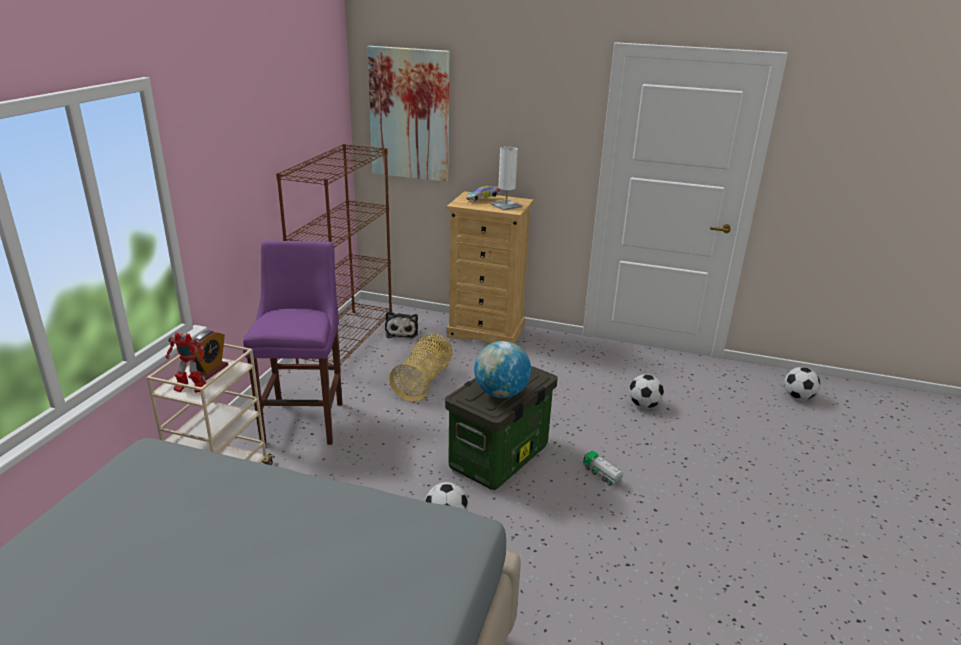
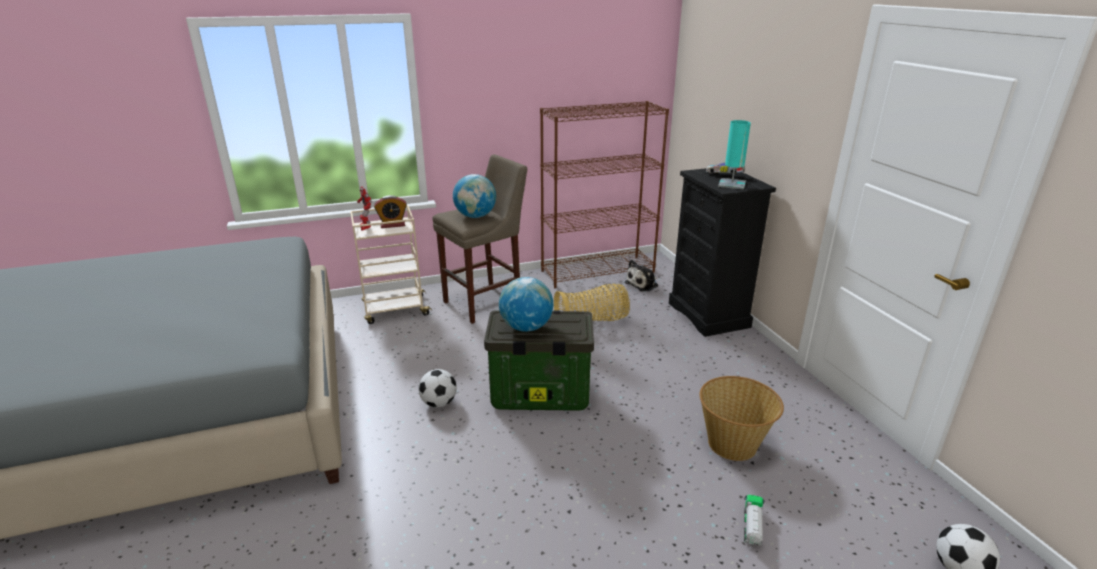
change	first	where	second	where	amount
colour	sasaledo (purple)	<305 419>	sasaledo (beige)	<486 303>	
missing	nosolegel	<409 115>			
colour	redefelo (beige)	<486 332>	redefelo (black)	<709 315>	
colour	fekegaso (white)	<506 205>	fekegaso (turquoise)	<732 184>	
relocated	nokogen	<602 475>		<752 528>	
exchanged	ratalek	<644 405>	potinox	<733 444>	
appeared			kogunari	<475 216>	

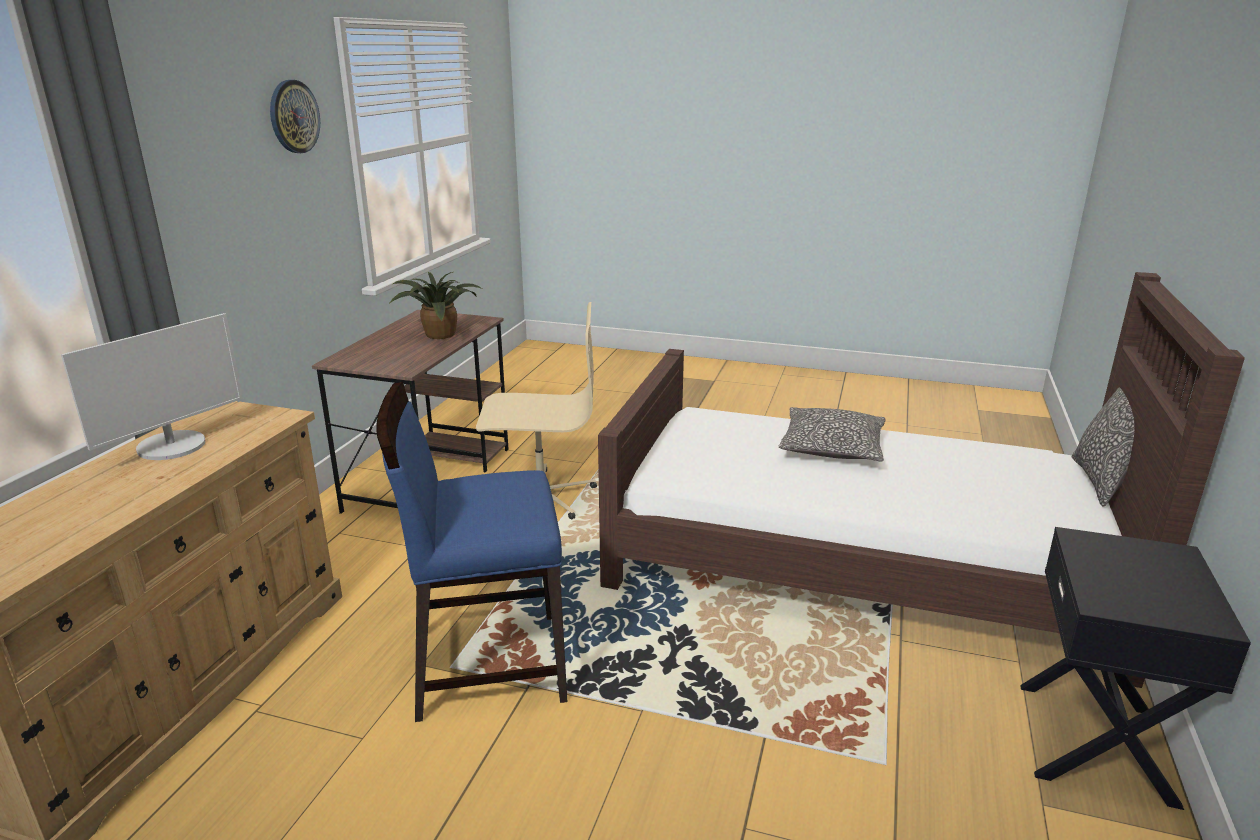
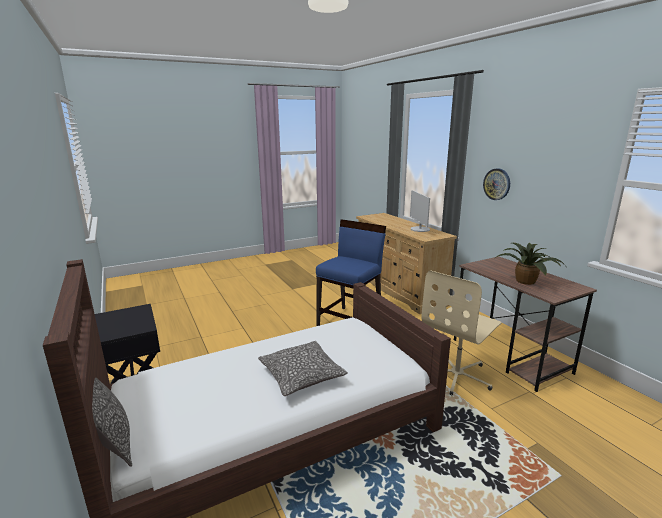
change	first	where	second	where	amount
relocated	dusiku	<293 116>		<497 184>	

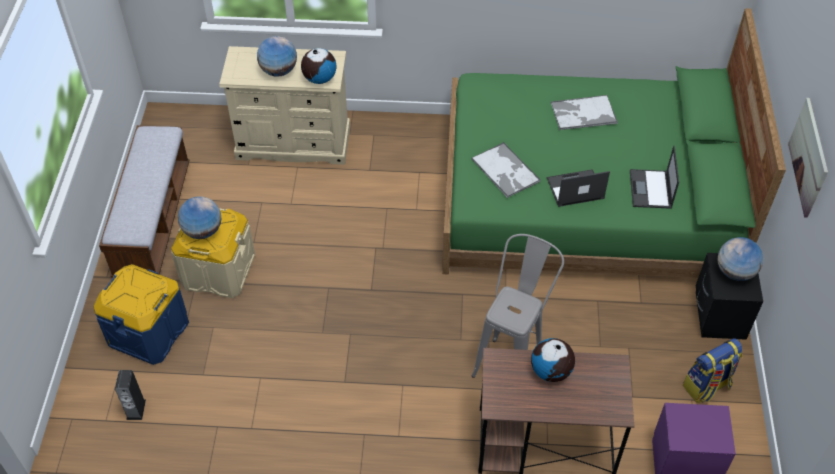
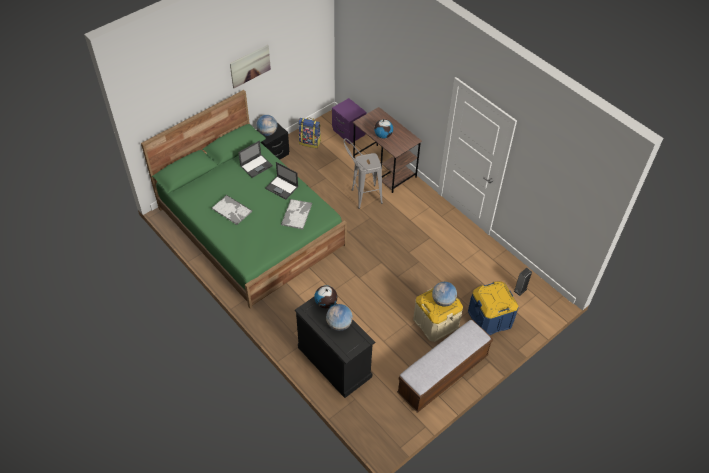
change	first	where	second	where	amount
colour	redefelo (beige)	<293 143>	redefelo (black)	<334 362>	

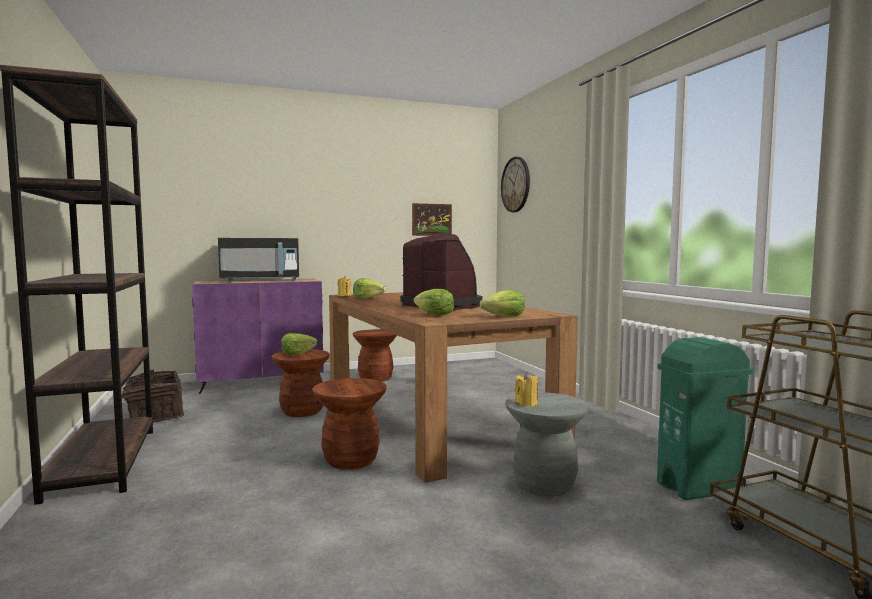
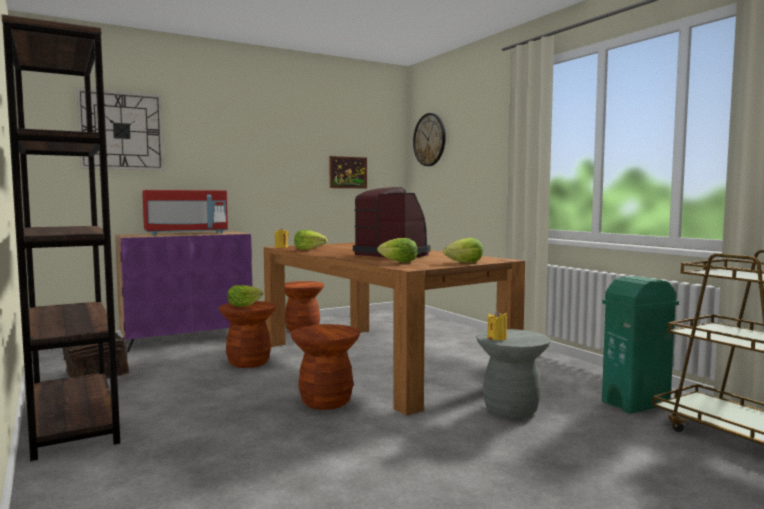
change	first	where	second	where	amount
colour	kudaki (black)	<261 280>	kudaki (red)	<186 233>	
appeared			dusiku	<121 131>	

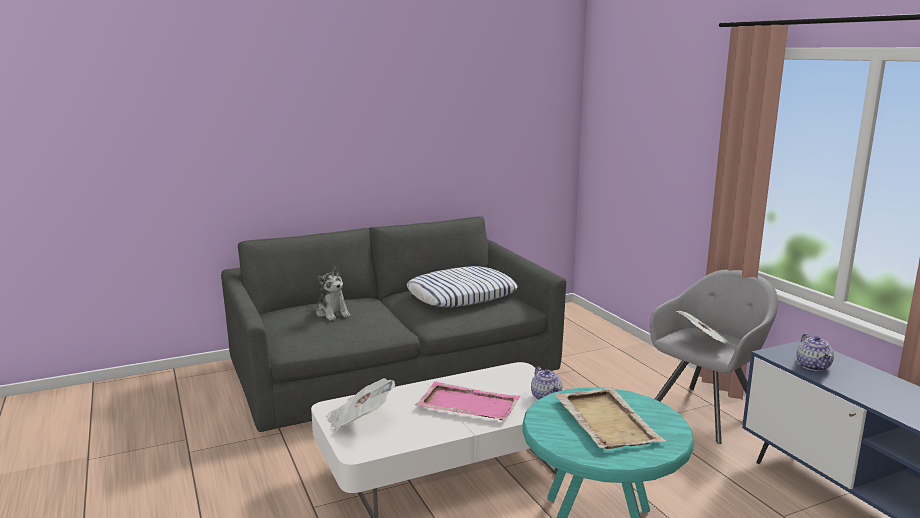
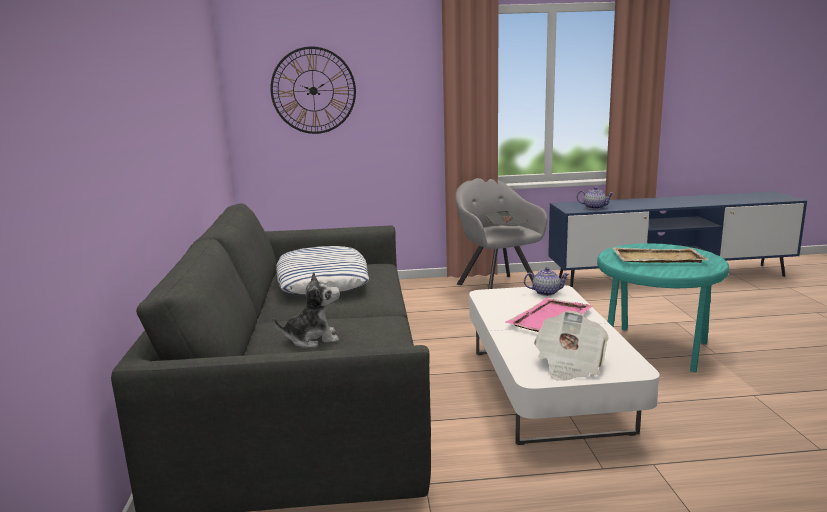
change	first	where	second	where	amount
appeared			dusiku	<313 90>	

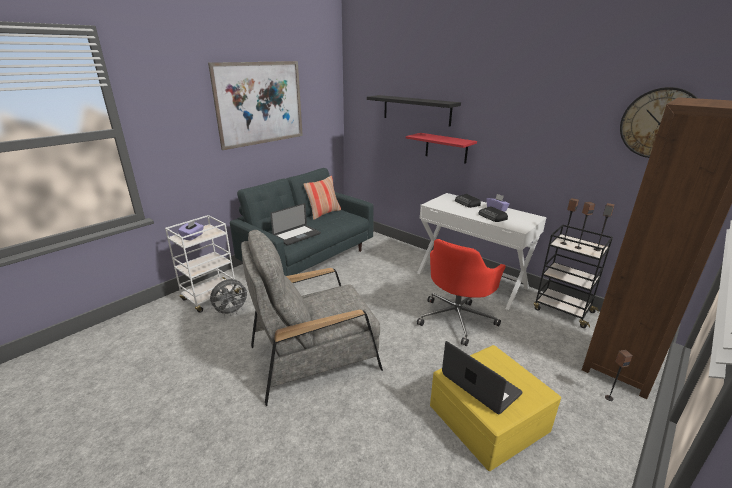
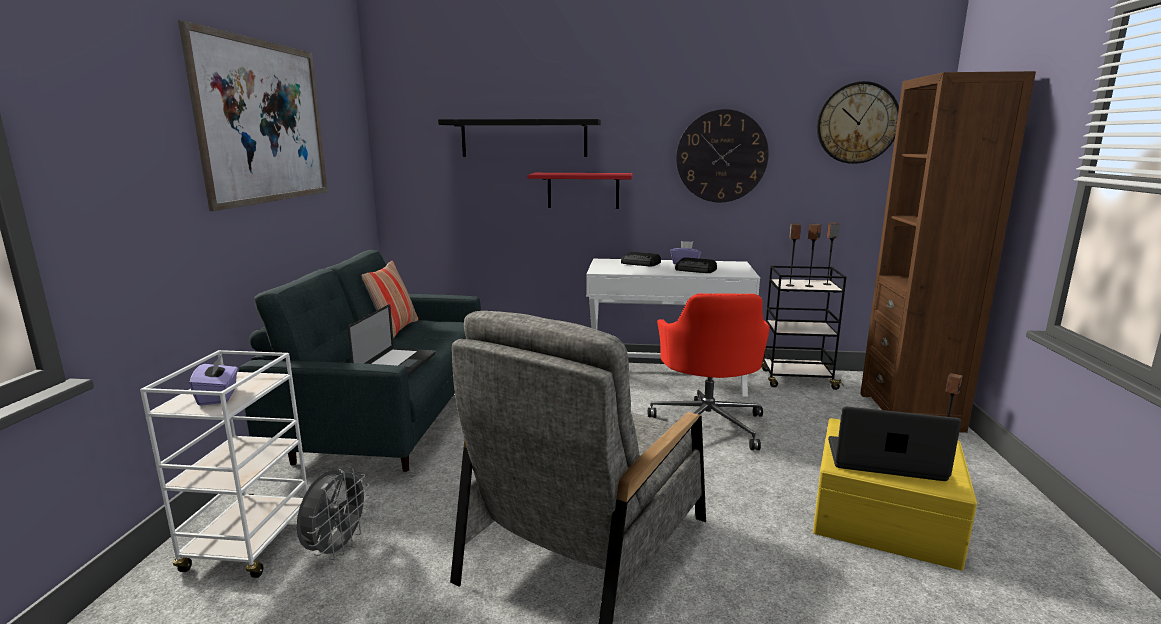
change	first	where	second	where	amount
appeared			dusiku	<721 156>	

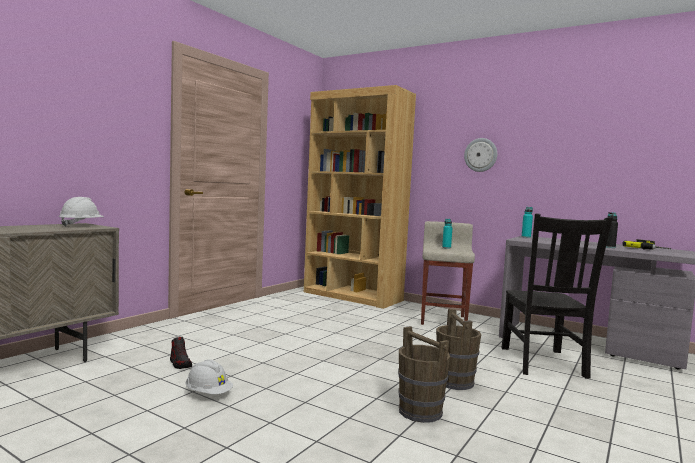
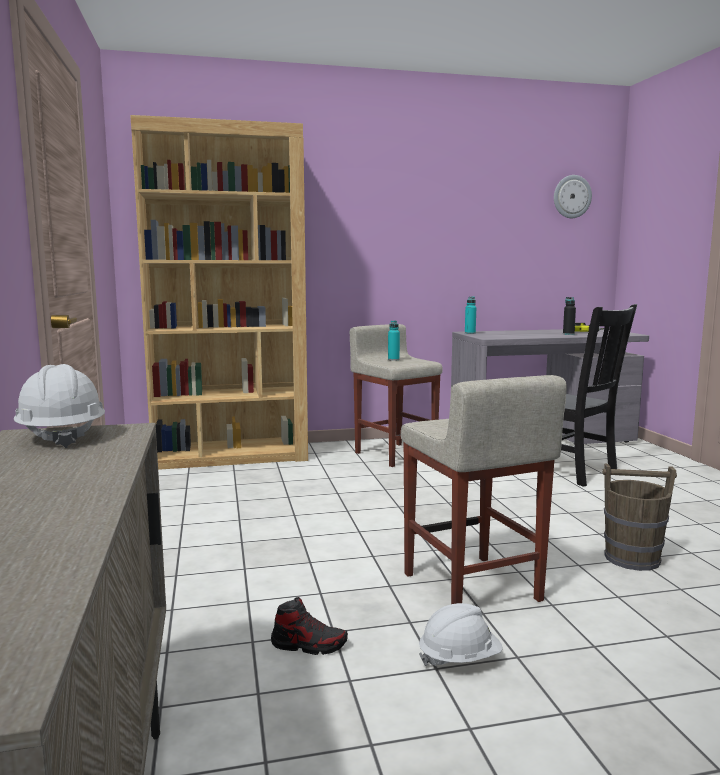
change	first	where	second	where	amount
missing	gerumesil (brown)	<454 382>			
relocated	dusiku	<480 155>		<572 196>	
appeared			sasaledo (beige)	<472 587>	

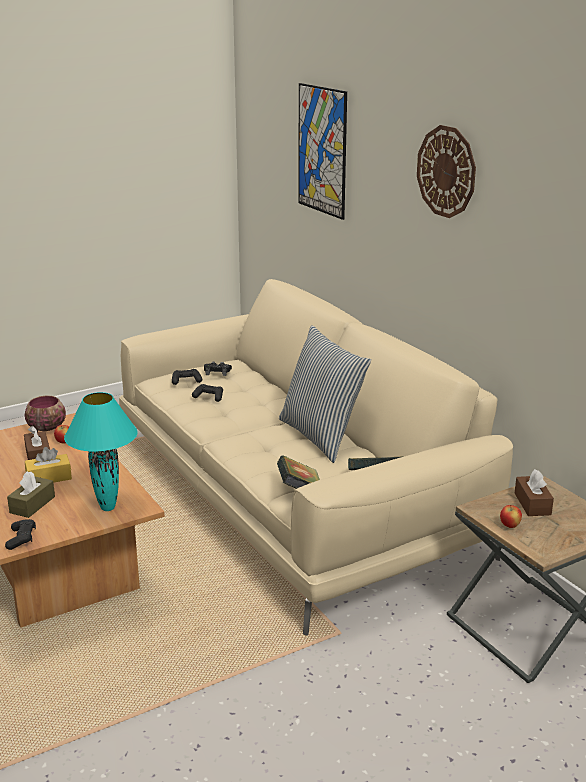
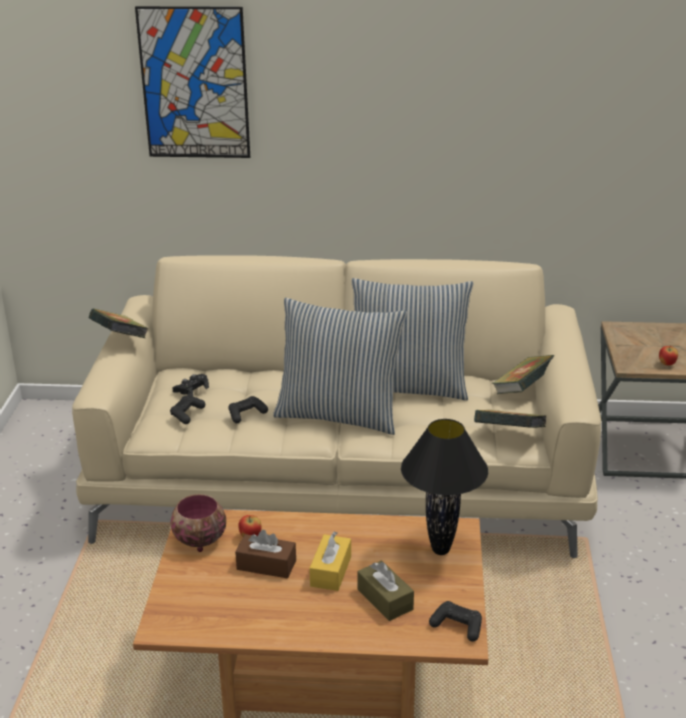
change	first	where	second	where	amount
colour	fekegaso (turquoise)	<108 507>	fekegaso (black)	<440 549>	
missing	dusiku	<446 171>			
missing	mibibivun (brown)	<532 504>			
appeared			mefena	<120 340>	
appeared			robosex	<339 415>	

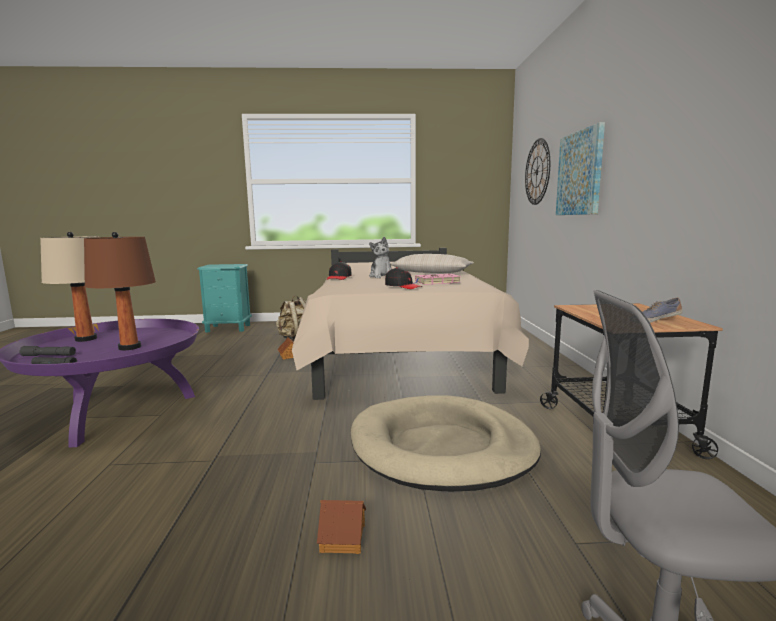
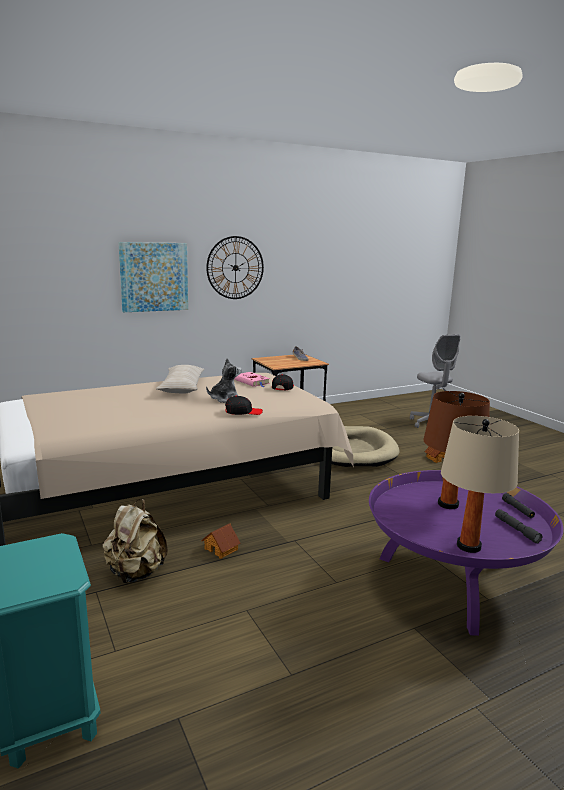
change	first	where	second	where	amount
relocated	dusiku	<537 172>		<235 268>	

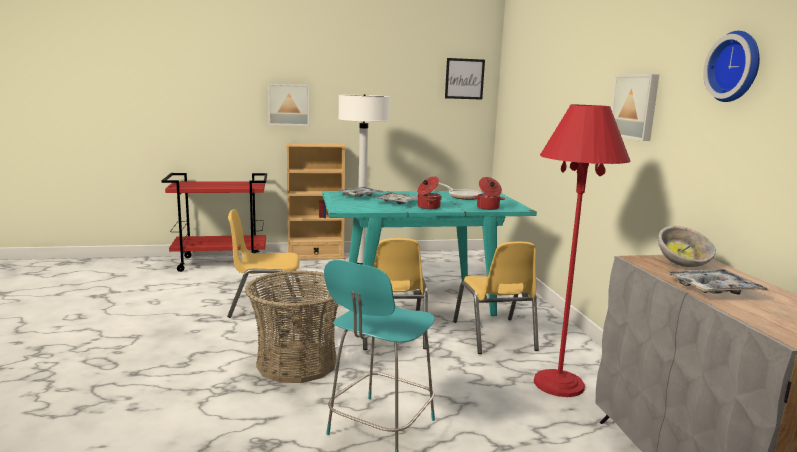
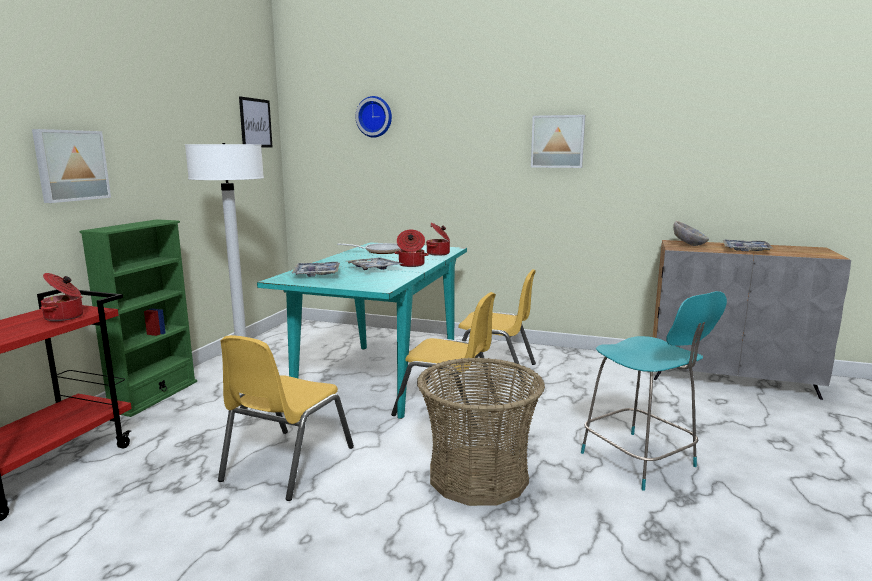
change	first	where	second	where	amount
colour	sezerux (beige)	<315 256>	sezerux (green)	<154 396>	
missing	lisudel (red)	<558 384>			
relocated	dusiku	<736 67>		<375 117>	
appeared			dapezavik	<65 317>	

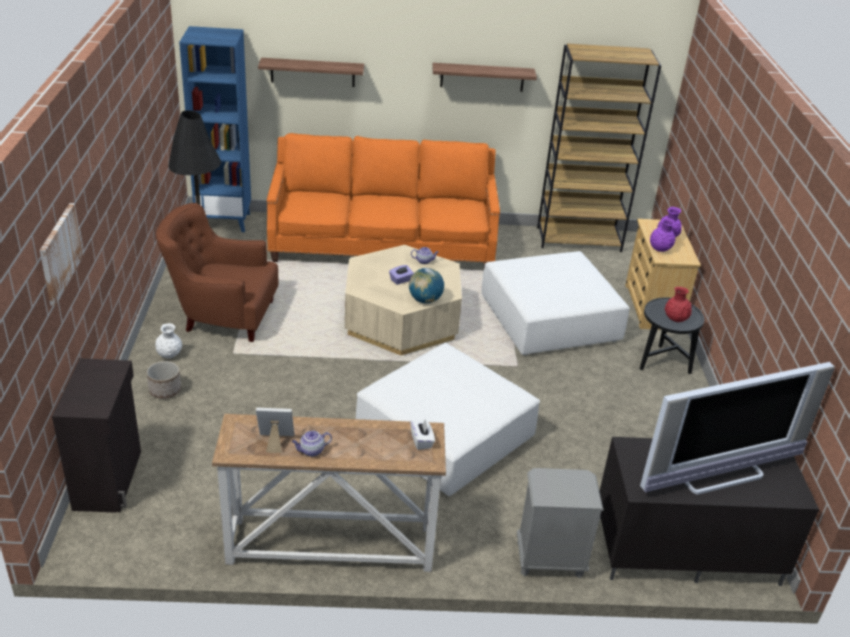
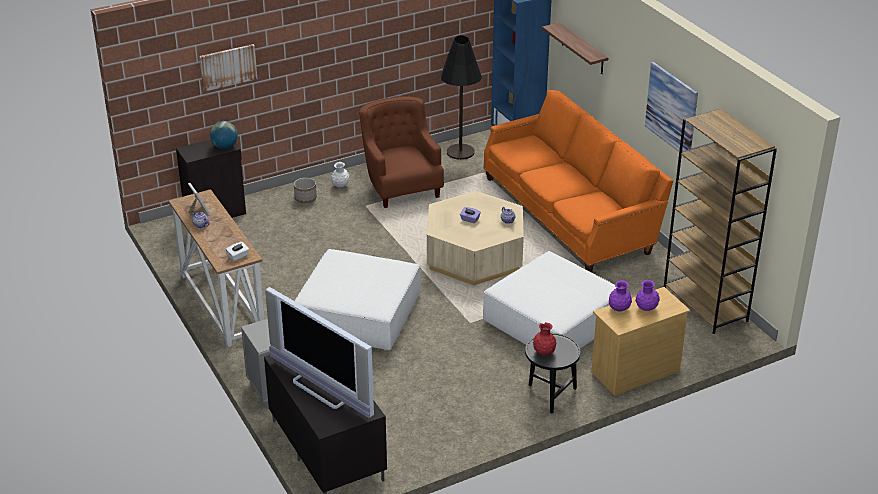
change	first	where	second	where	amount
relocated	kogunari	<425 300>		<225 146>	
exchanged	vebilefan	<482 77>	nosolegel	<671 109>	

